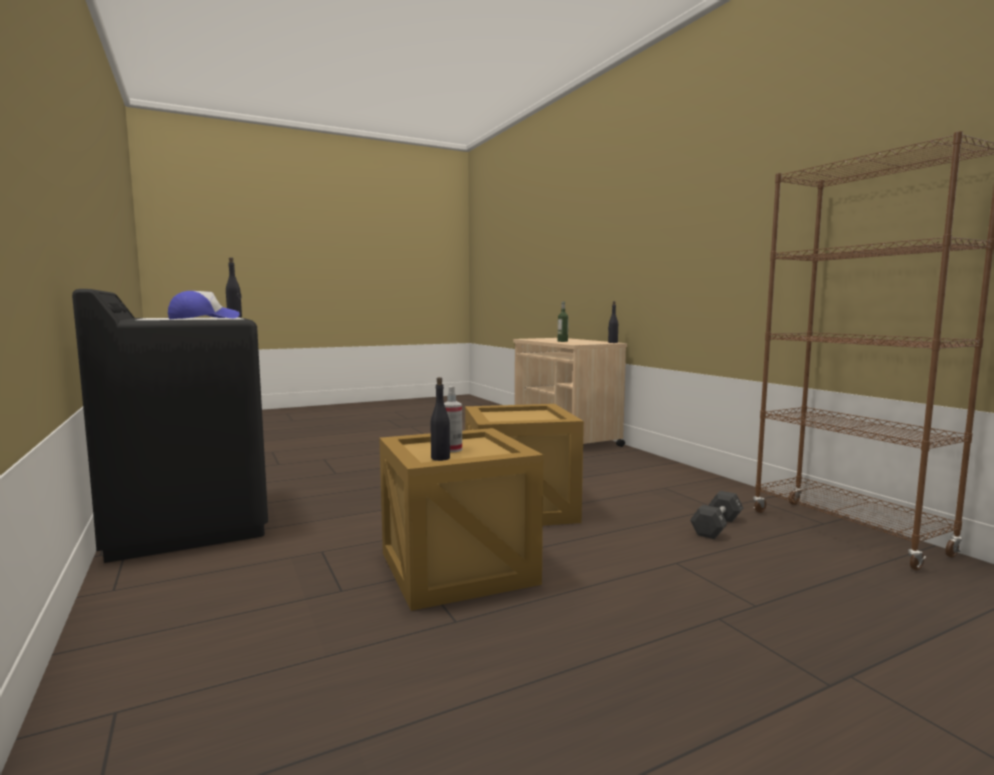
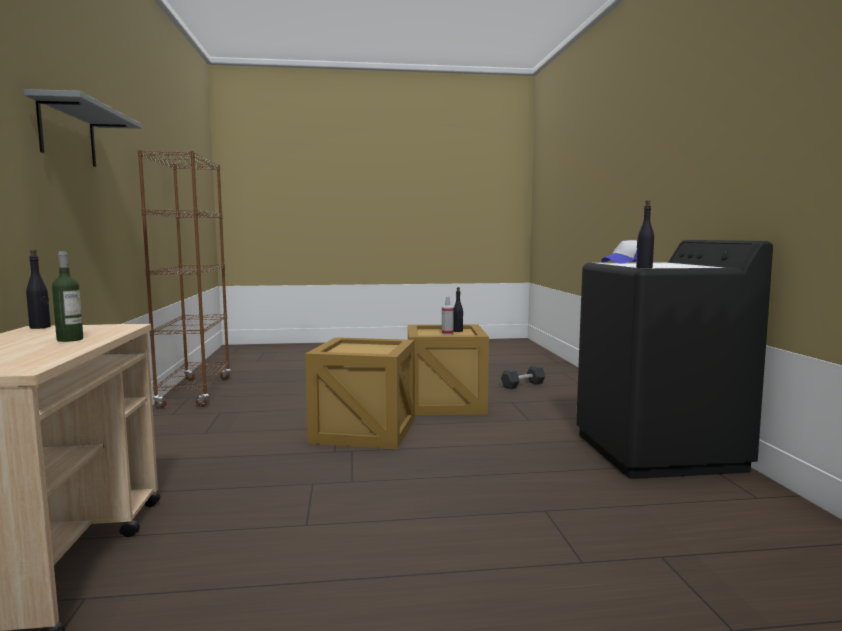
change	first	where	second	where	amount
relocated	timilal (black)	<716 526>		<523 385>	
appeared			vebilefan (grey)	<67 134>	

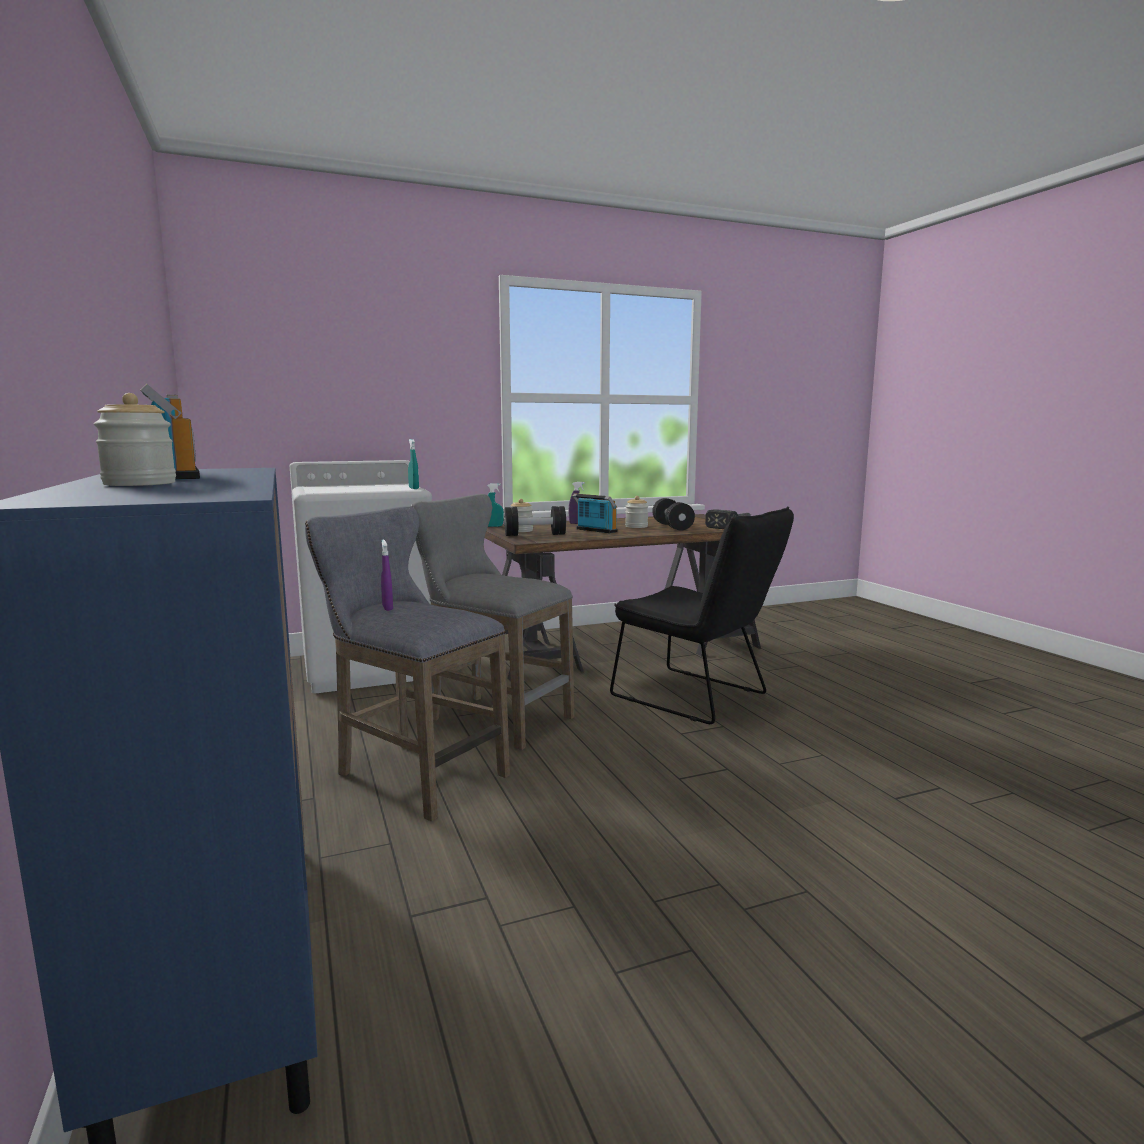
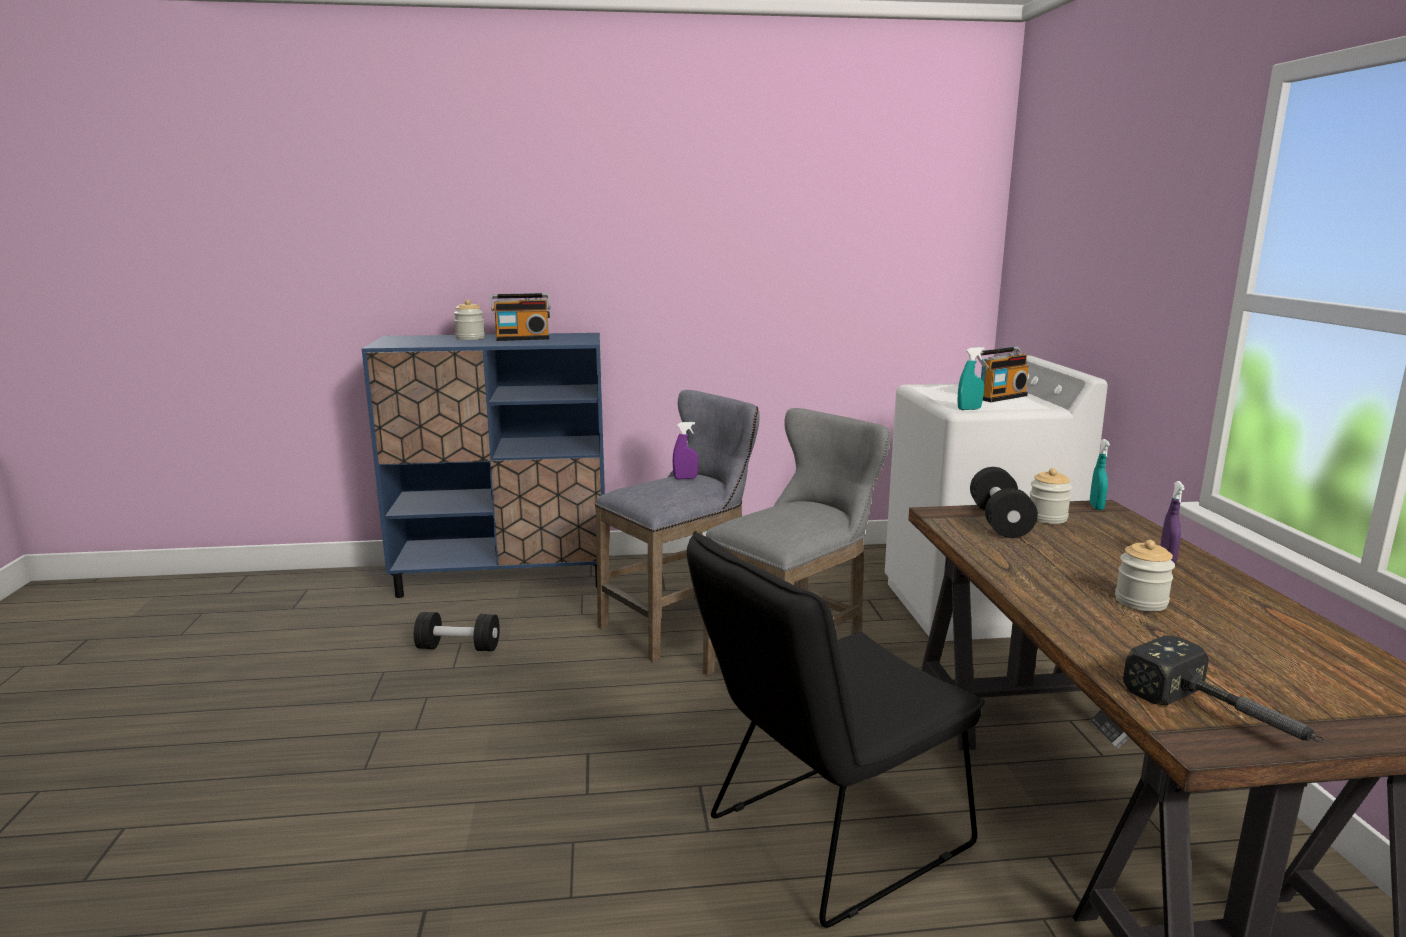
change	first	where	second	where	amount
relocated	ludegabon	<595 530>		<1000 397>	
relocated	timilal (black)	<672 526>		<458 648>	

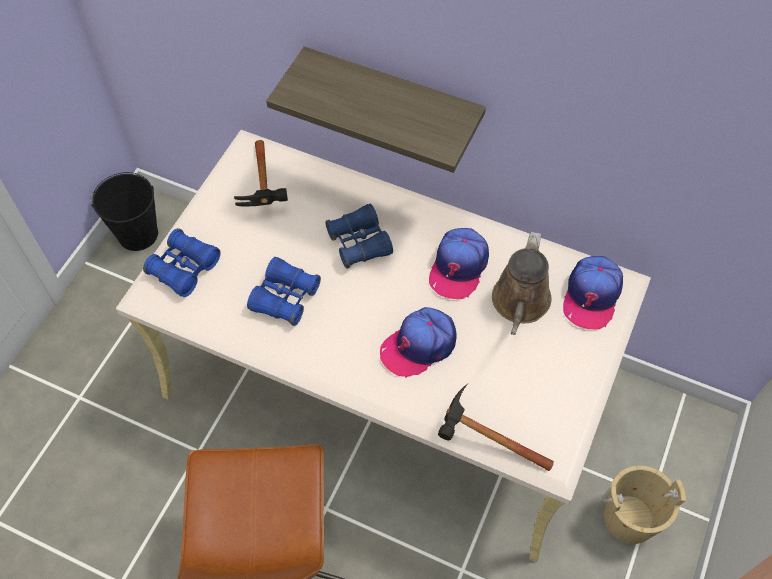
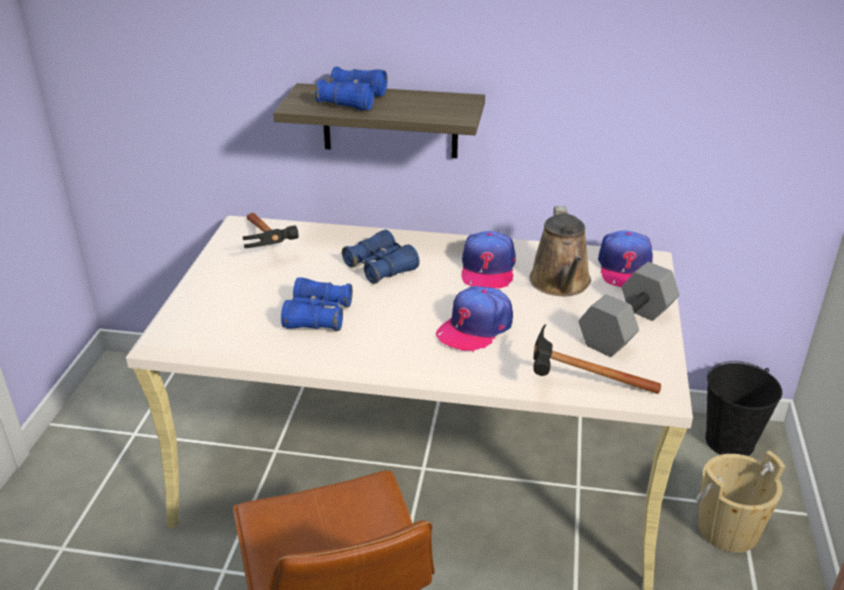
change	first	where	second	where	amount
relocated	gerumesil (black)	<138 234>		<730 441>	
relocated	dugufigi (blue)	<184 268>		<353 100>	
appeared			timilal (grey)	<625 326>	

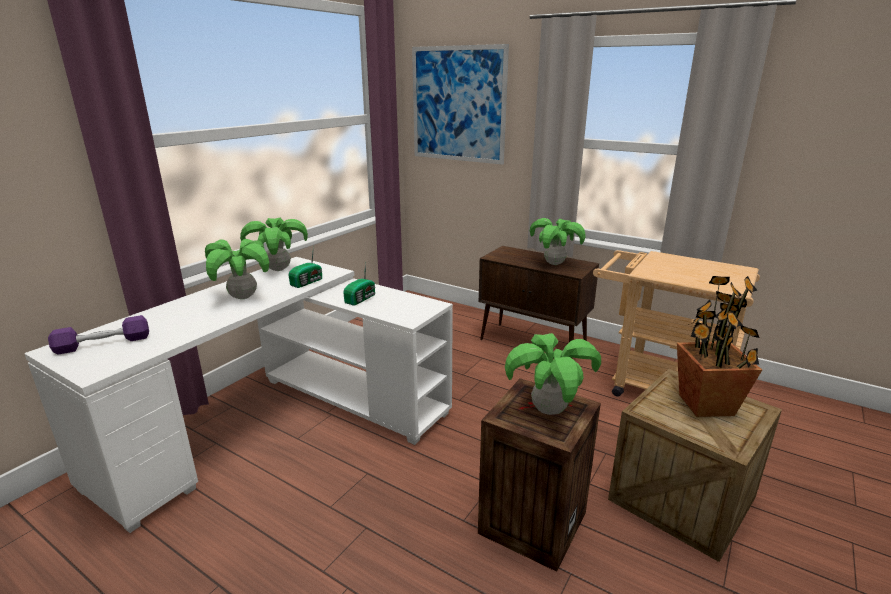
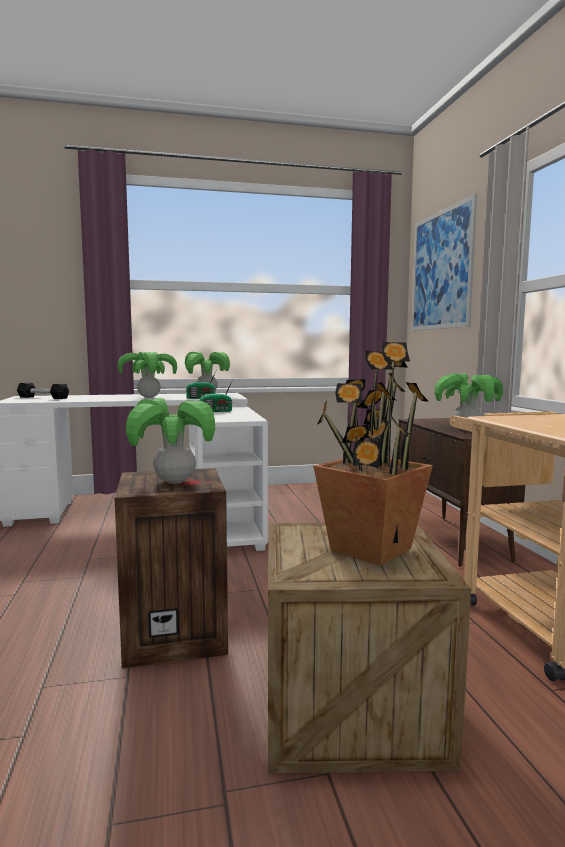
change	first	where	second	where	amount
colour	timilal (purple)	<103 344>	timilal (black)	<43 397>	

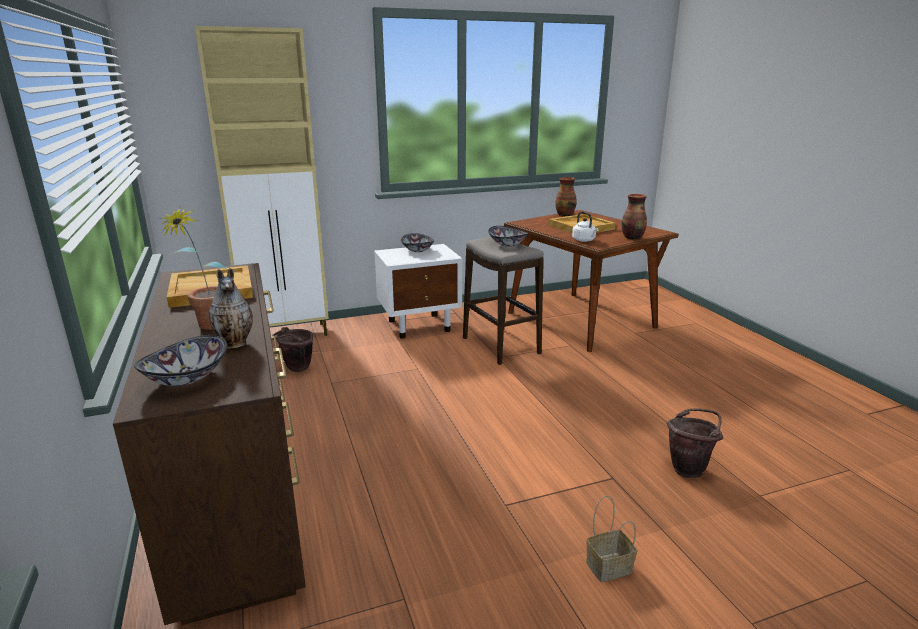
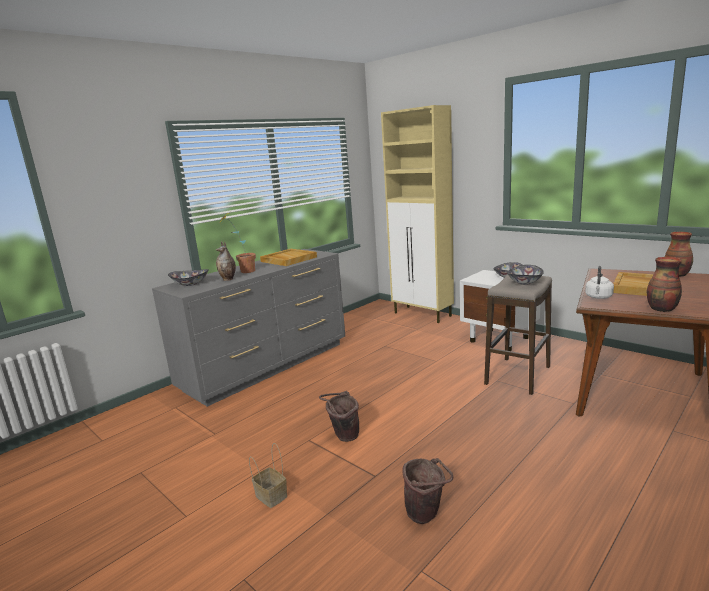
change	first	where	second	where	amount
colour	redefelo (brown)	<238 490>	redefelo (grey)	<268 366>	
relocated	gerumesil (brown)	<296 369>		<343 437>	

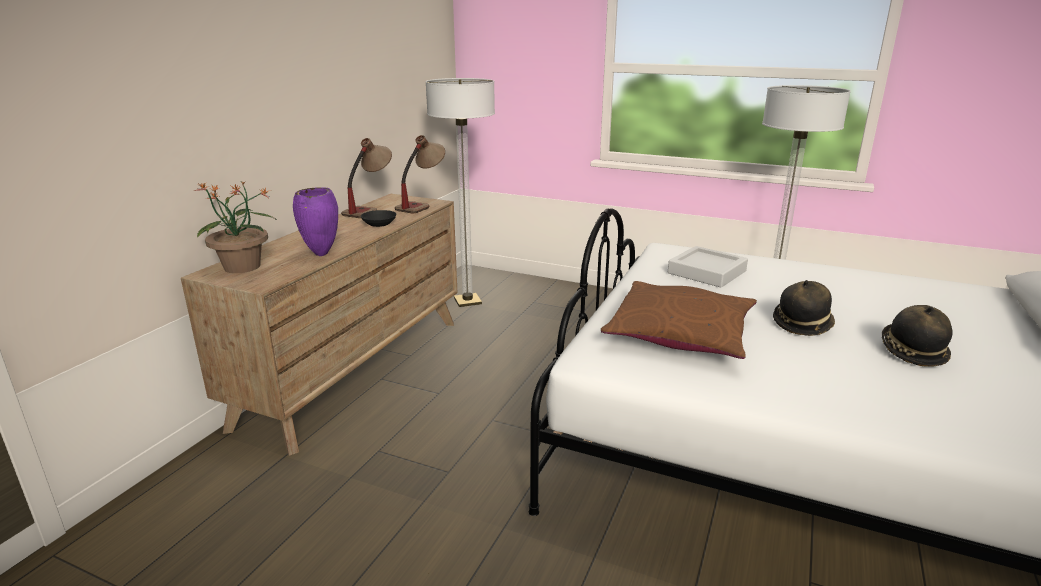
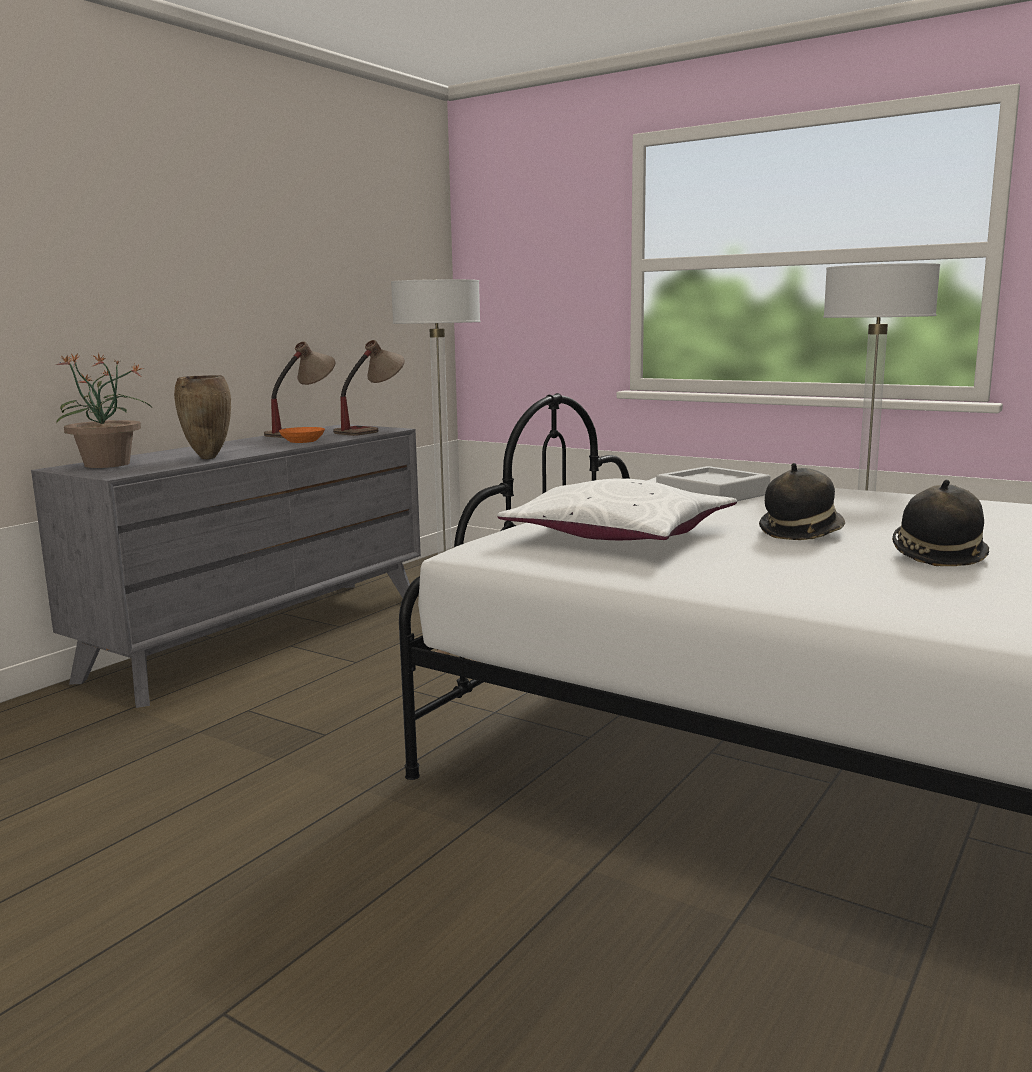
change	first	where	second	where	amount
colour	redefelo (brown)	<356 369>	redefelo (grey)	<264 635>	
colour	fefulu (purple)	<322 254>	fefulu (brown)	<208 458>	
colour	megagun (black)	<380 223>	megagun (orange)	<304 441>	
colour	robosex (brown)	<680 333>	robosex (white)	<620 535>	

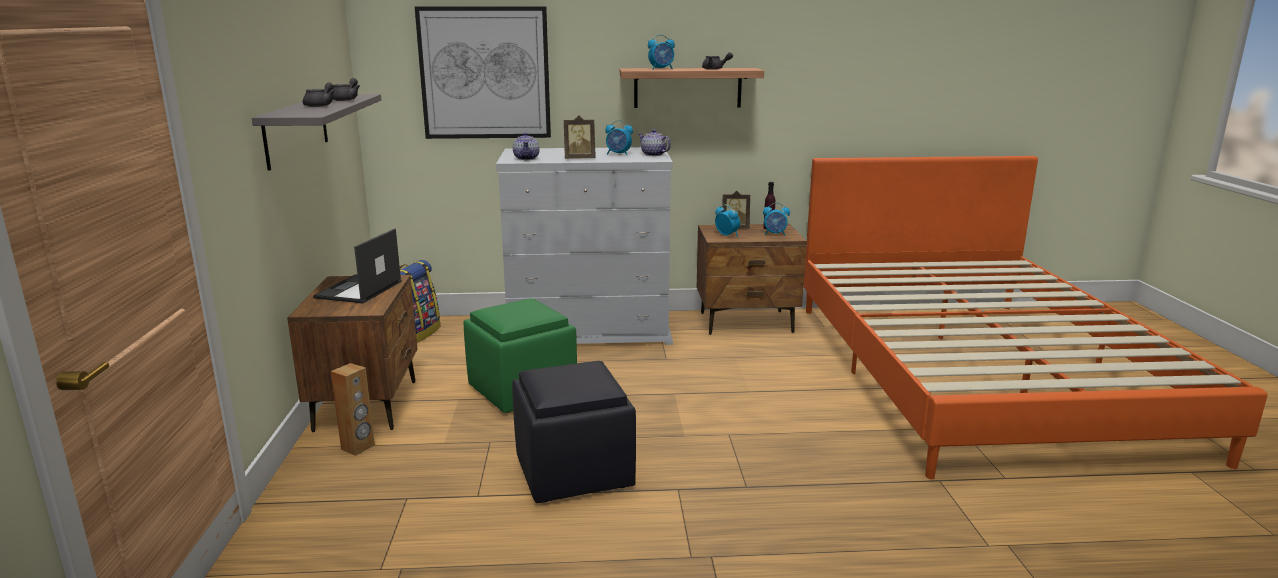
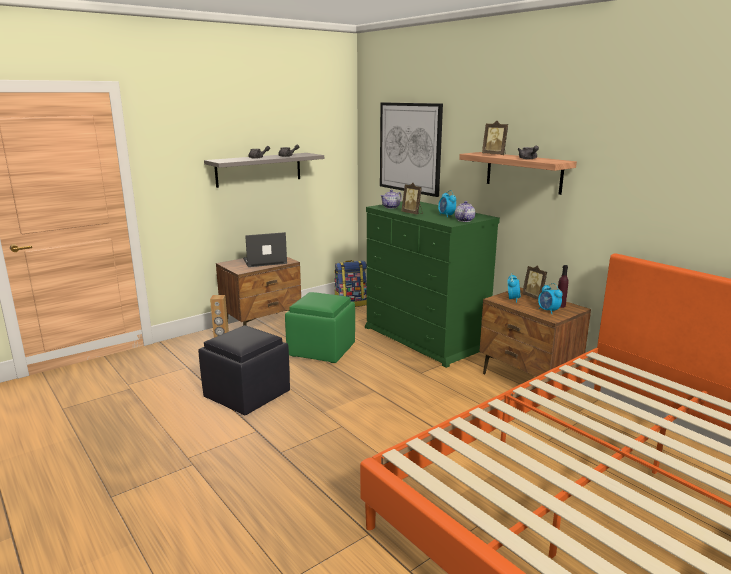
change	first	where	second	where	amount
colour	redefelo (white)	<589 329>	redefelo (green)	<426 338>	
exchanged	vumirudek	<661 69>	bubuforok	<495 155>	

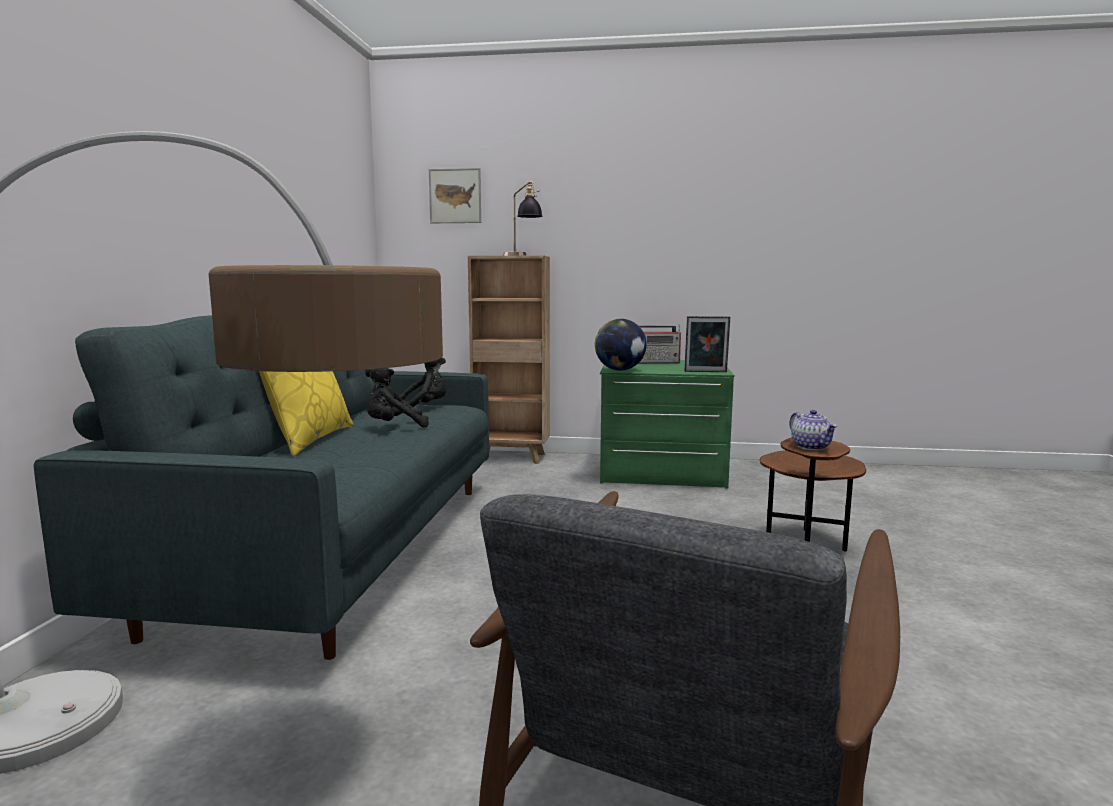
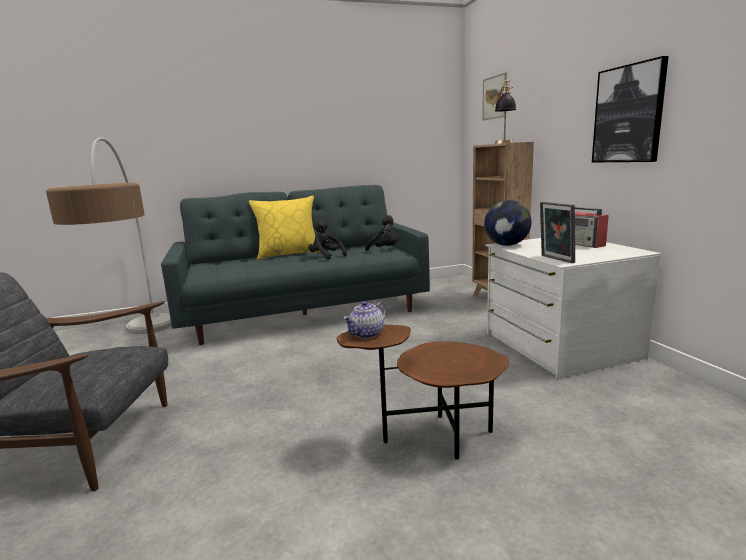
change	first	where	second	where	amount
colour	redefelo (green)	<662 471>	redefelo (white)	<558 346>	
appeared			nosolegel	<628 114>	

